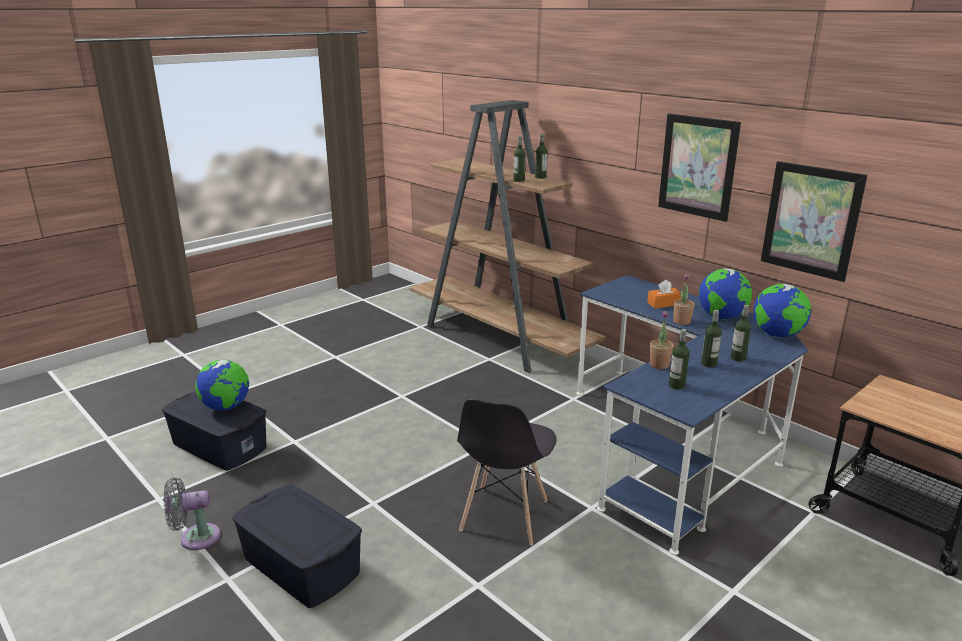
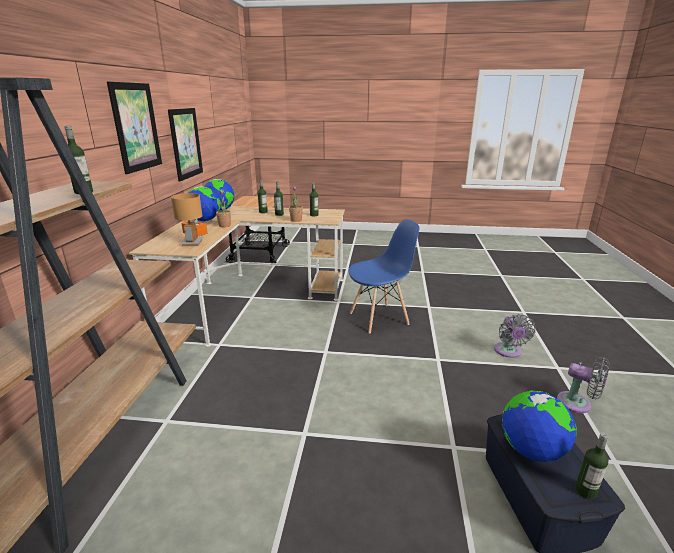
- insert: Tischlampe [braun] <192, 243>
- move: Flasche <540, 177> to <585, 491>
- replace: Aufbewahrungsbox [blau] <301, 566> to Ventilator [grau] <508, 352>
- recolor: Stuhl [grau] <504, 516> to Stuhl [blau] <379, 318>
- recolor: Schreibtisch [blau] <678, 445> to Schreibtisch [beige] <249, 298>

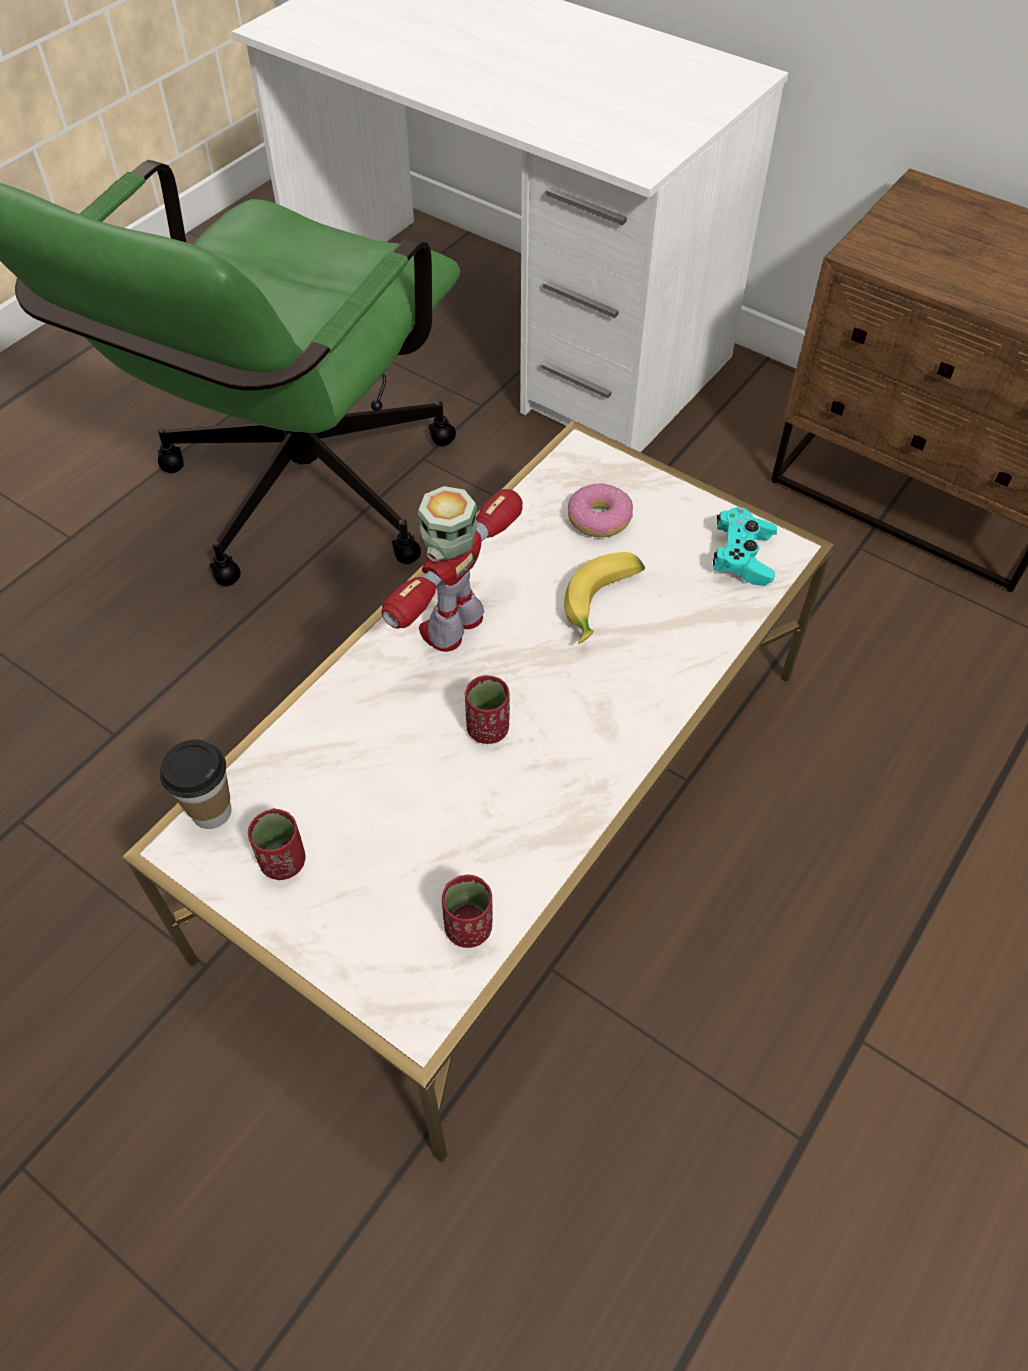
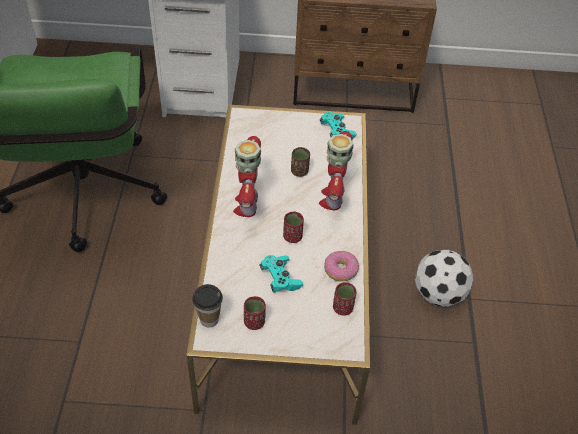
- insert: Gamepad [türkis] <280, 278>
- insert: Spielzeugroboter <333, 198>
- insert: Fußball <439, 294>
- move: Donut <599, 519> to <340, 270>
- replace: Banane <604, 605> to Tasse [braun] <299, 171>

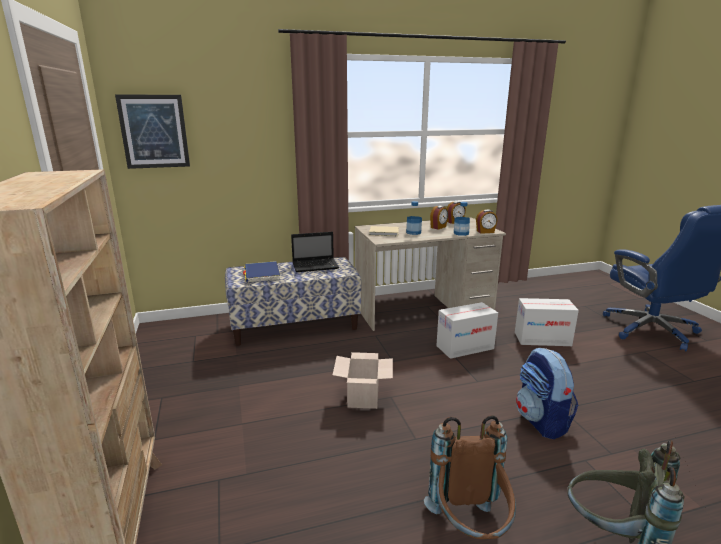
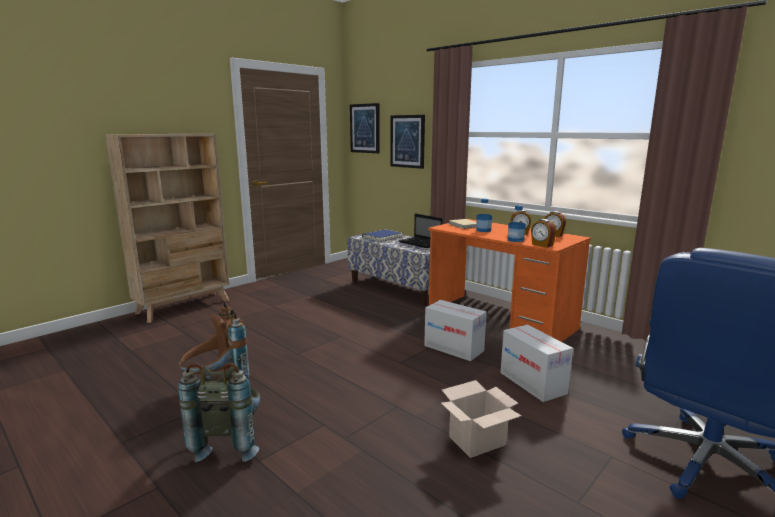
- delete: Rucksack <541, 421>
- insert: Bild <407, 141>
- move: Karton <364, 397> to <476, 441>
- recolor: Schreibtisch [beige] <423, 310> to Schreibtisch [orange] <500, 320>

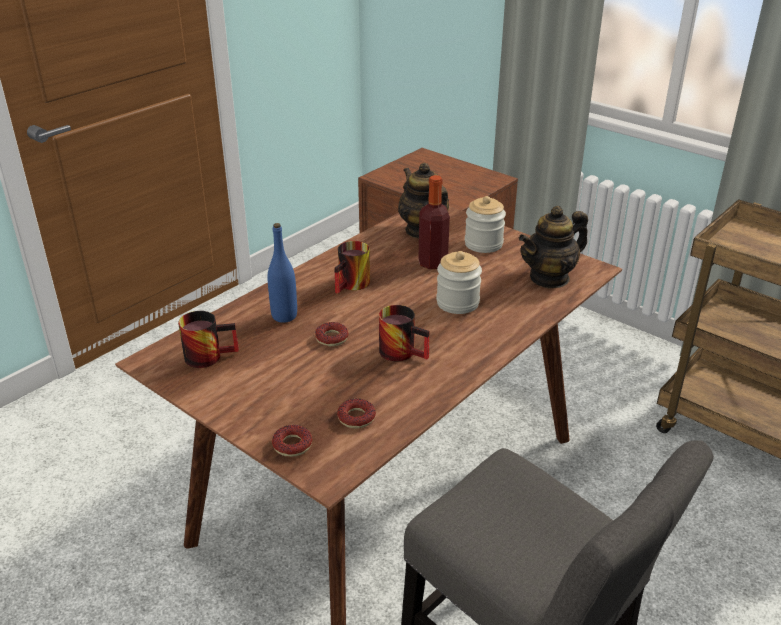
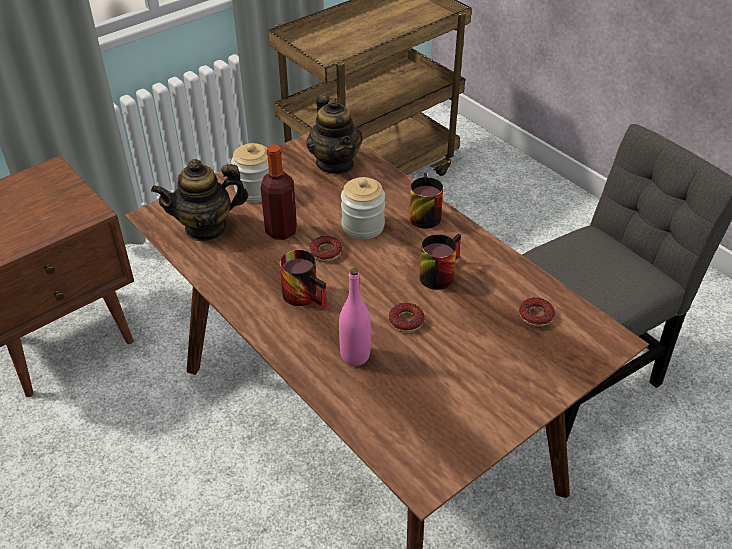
- move: Henkelbecher <209, 354> to <421, 214>
- move: Donut <292, 445> to <326, 252>
- recolor: Flasche [blau] <284, 316> to Flasche [rosa] <355, 356>

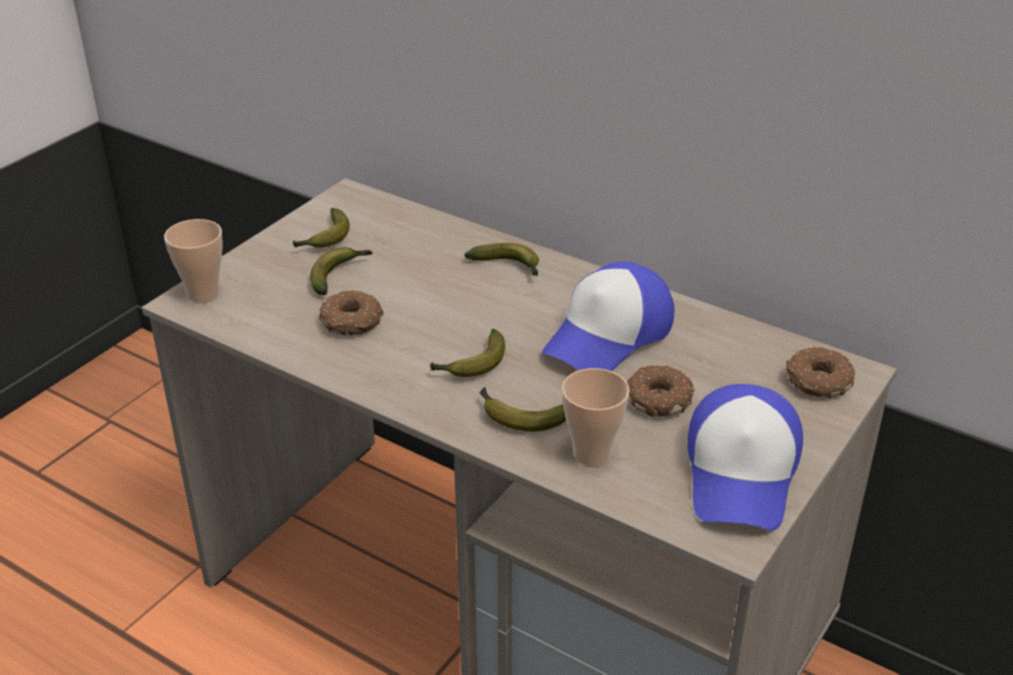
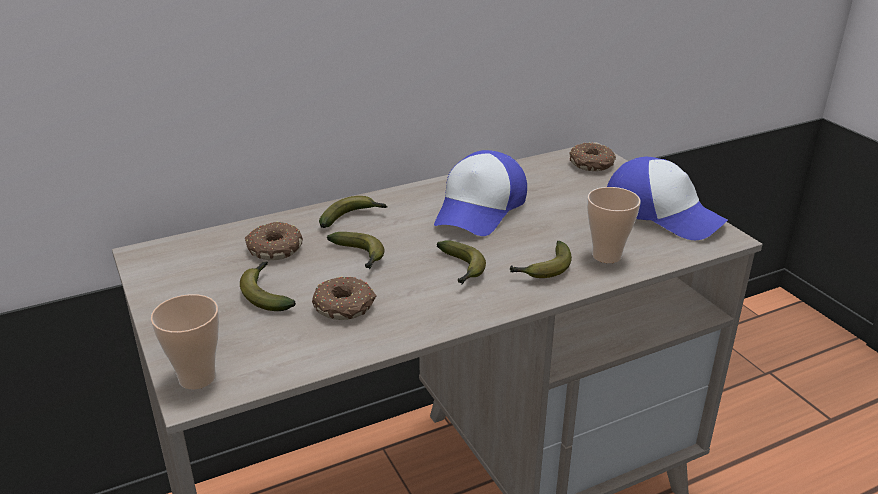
- move: Banane <324, 239> to <360, 257>
- move: Donut <658, 399> to <274, 249>
- rotate: Kappe <609, 336> = <480, 209> 45 degrees clockwise

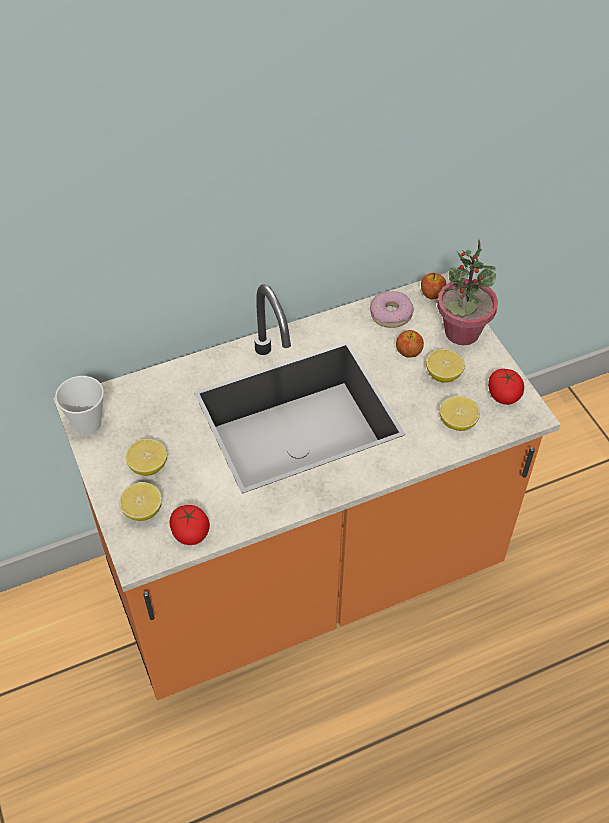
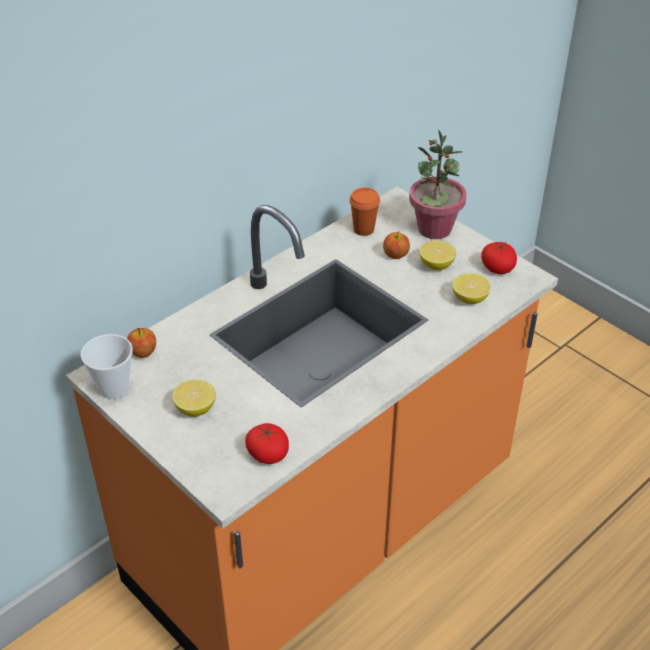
- delete: Zitrone <142, 510>
- move: Apfel <432, 294> to <143, 352>
- replace: Donut <391, 314> to Tasse [orange] <363, 229>

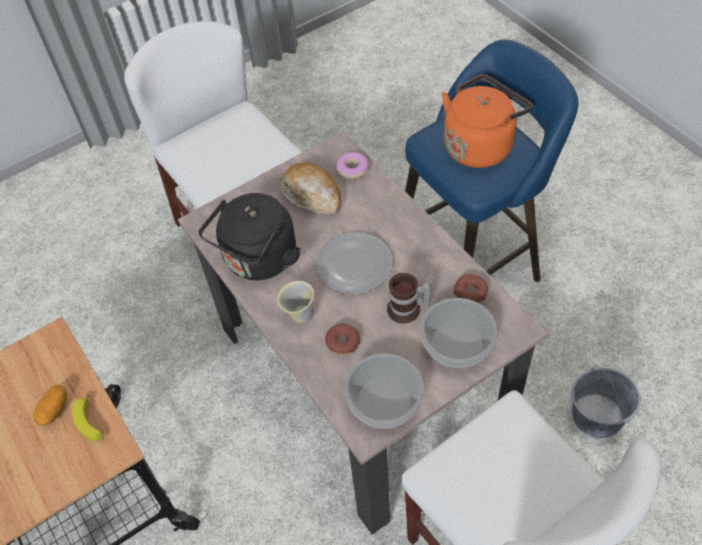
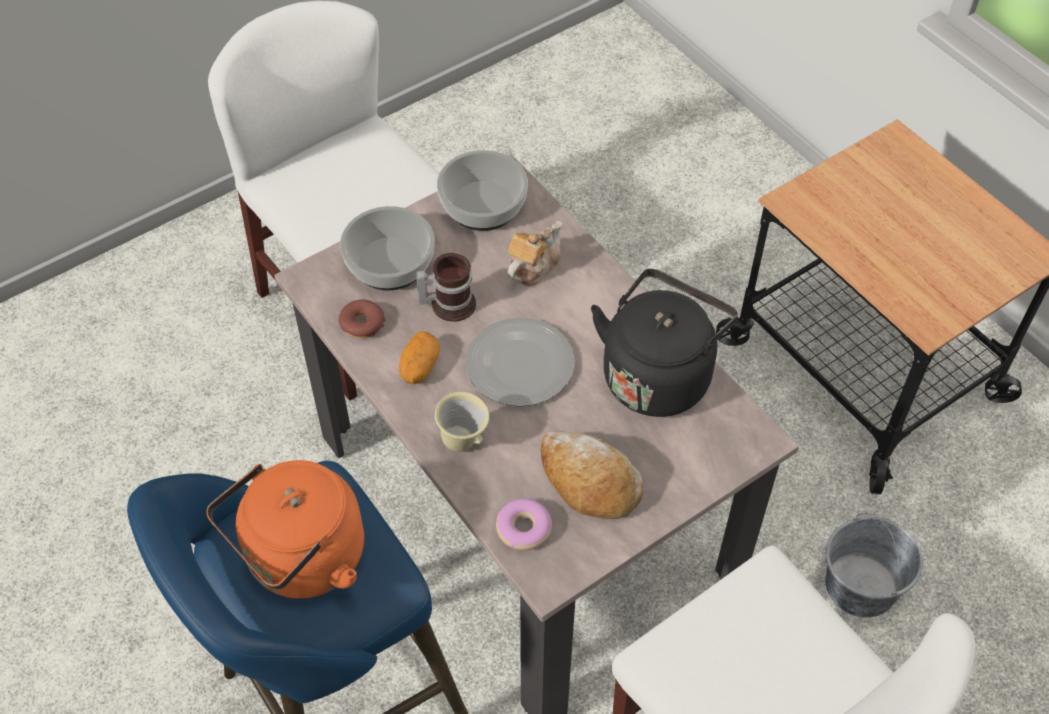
- delete: Banane <91, 423>
- move: Kartoffel <54, 410> to <419, 367>
- move: Henkelbecher [beige] <299, 316> to <463, 442>
- move: Eimer [grau] <597, 416> to <860, 585>
- replace: Donut <342, 342> to Teekanne <533, 266>

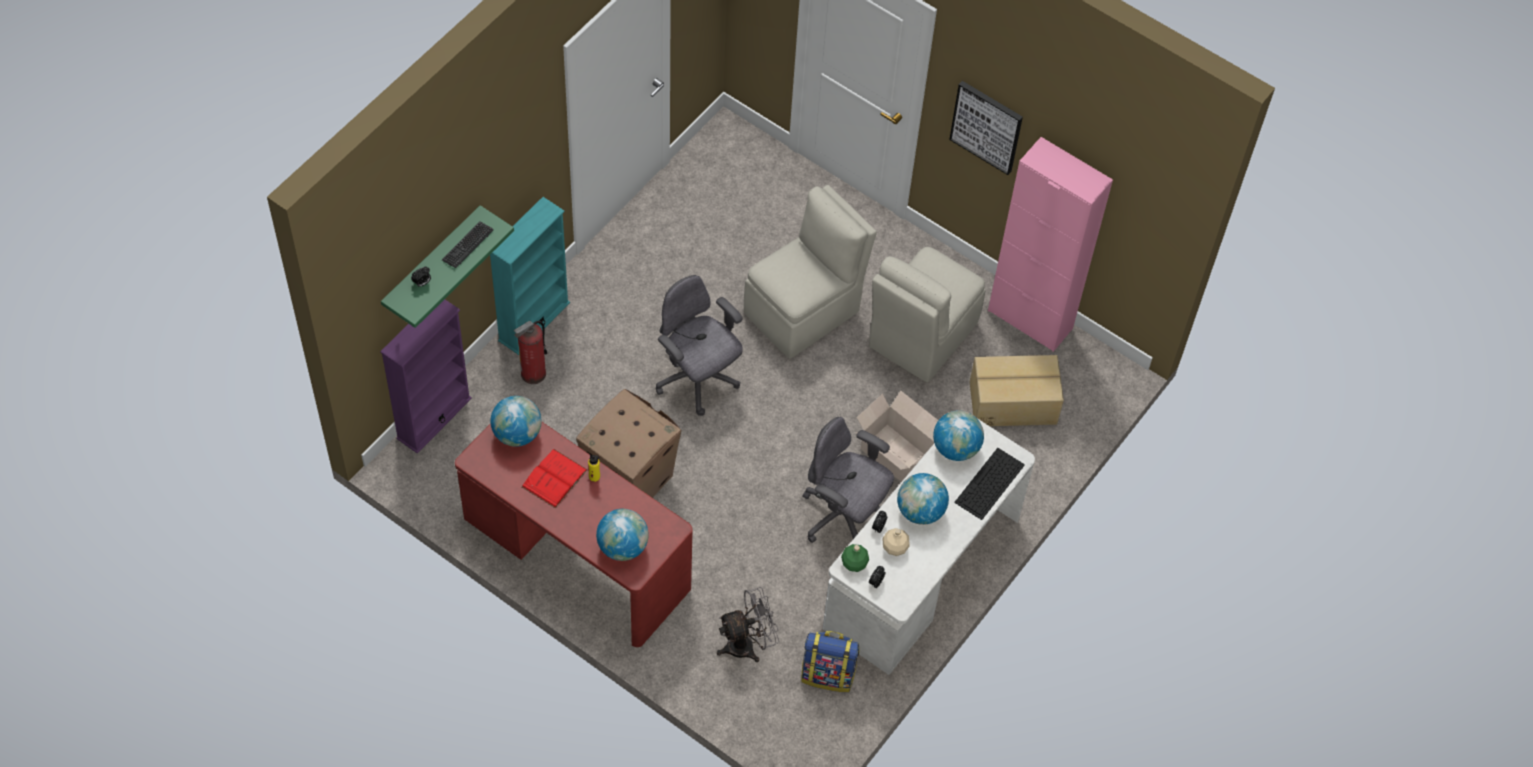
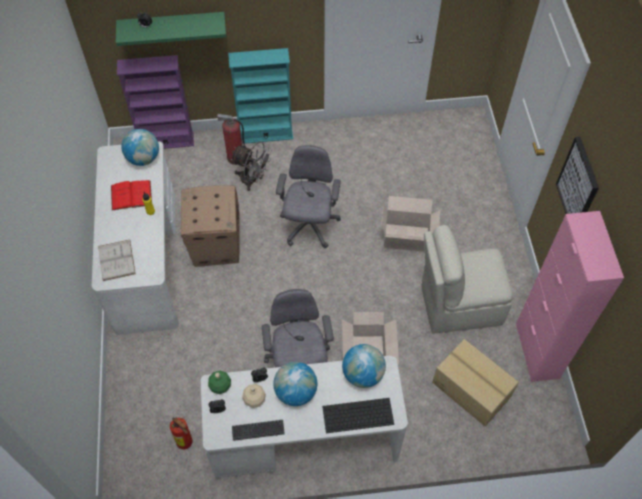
- move: Tastatur <467, 245> to <258, 430>
- move: Ventilator [grau] <747, 644> to <253, 180>
- replace: Globus <623, 546> to Buch [weiß] <116, 260>
- replace: Stuhl [beige] <804, 311> to Karton <407, 238>
- replace: Rucksack <828, 674> to Feuerlöscher <186, 444>
- recolor: Schreibtisch [rot] <576, 555> to Schreibtisch [weiß] <145, 260>

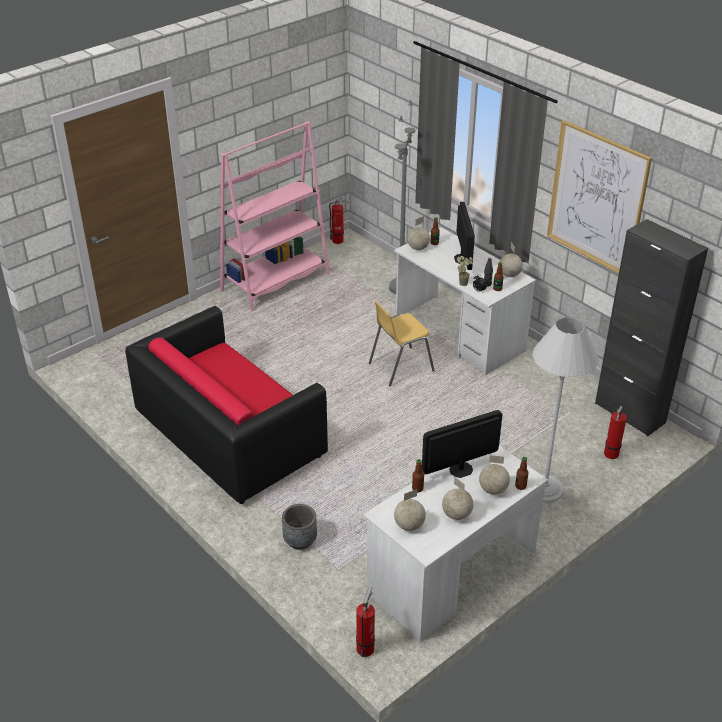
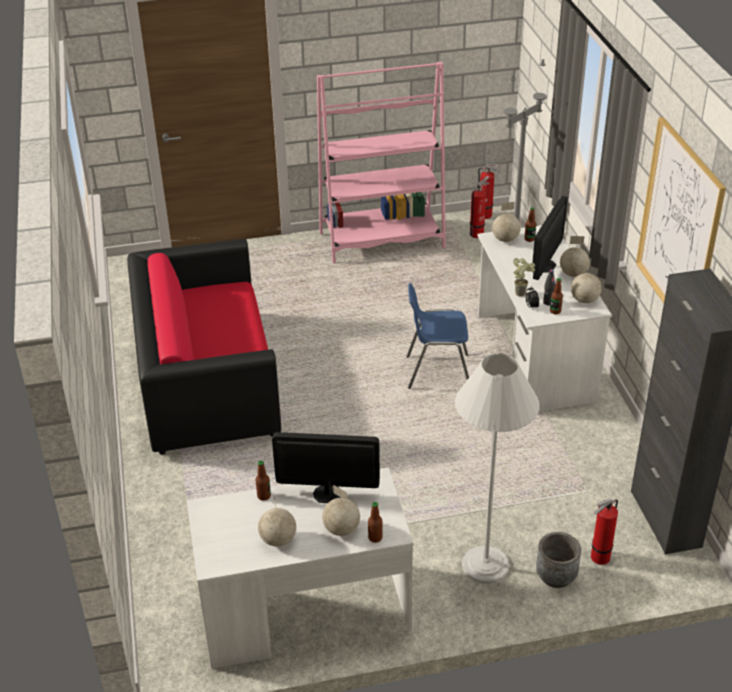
- move: Pflanzkübel [grau] <300, 540> to <556, 576>
- move: Feuerlöscher <366, 647> to <478, 233>
- move: Globus <409, 525> to <573, 274>
- recolor: Stuhl [gelb] <400, 367> to Stuhl [blau] <437, 372>

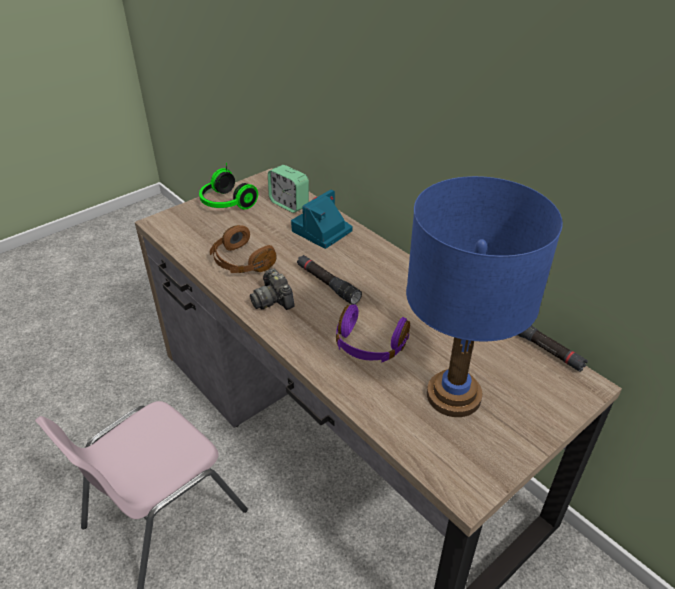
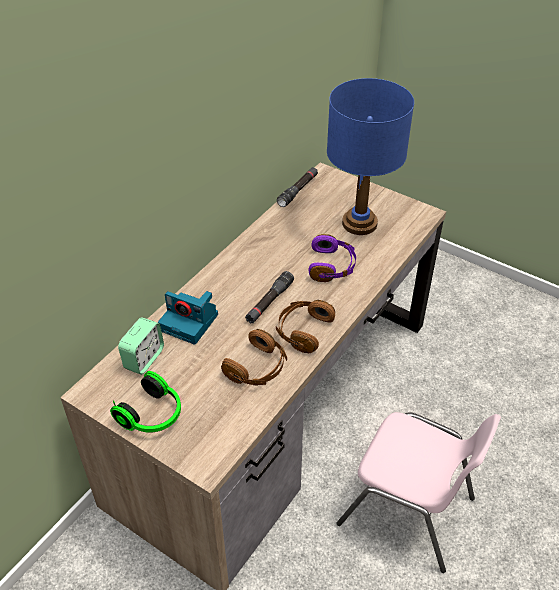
- replace: Kamera <273, 300> to Kopfhörer [braun] <303, 331>

